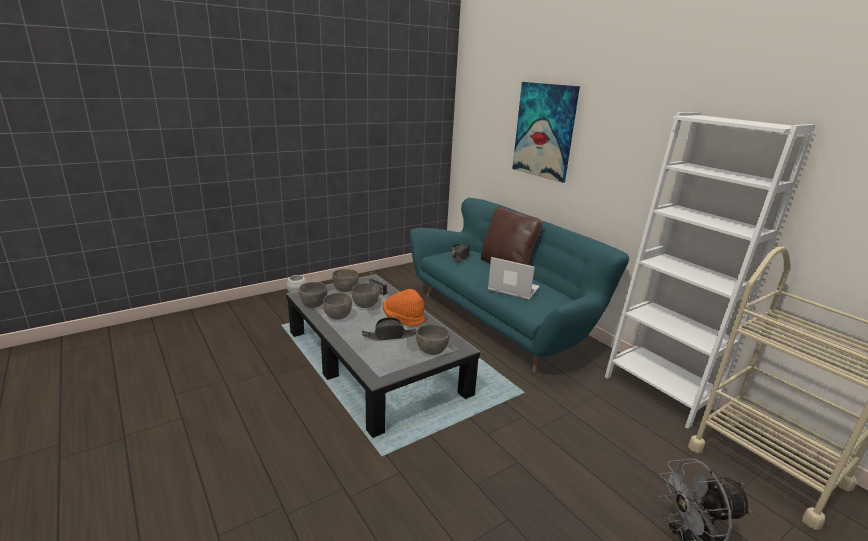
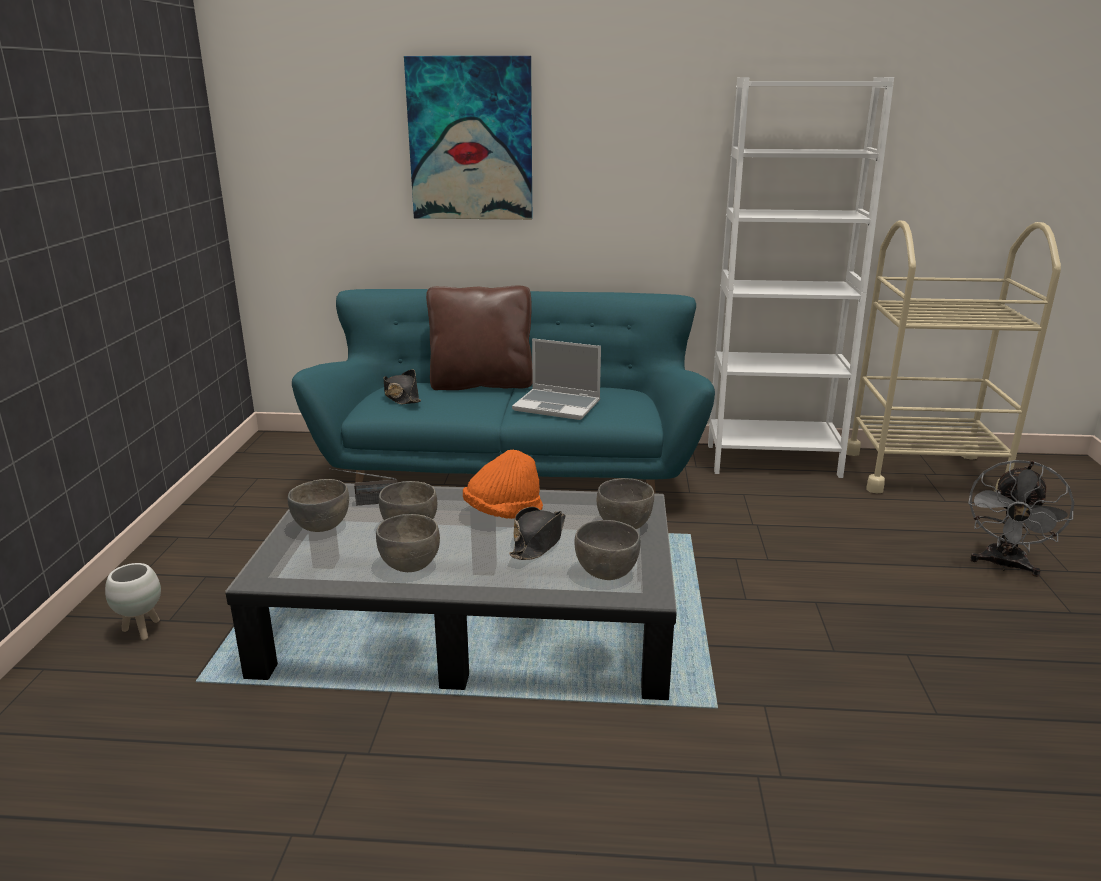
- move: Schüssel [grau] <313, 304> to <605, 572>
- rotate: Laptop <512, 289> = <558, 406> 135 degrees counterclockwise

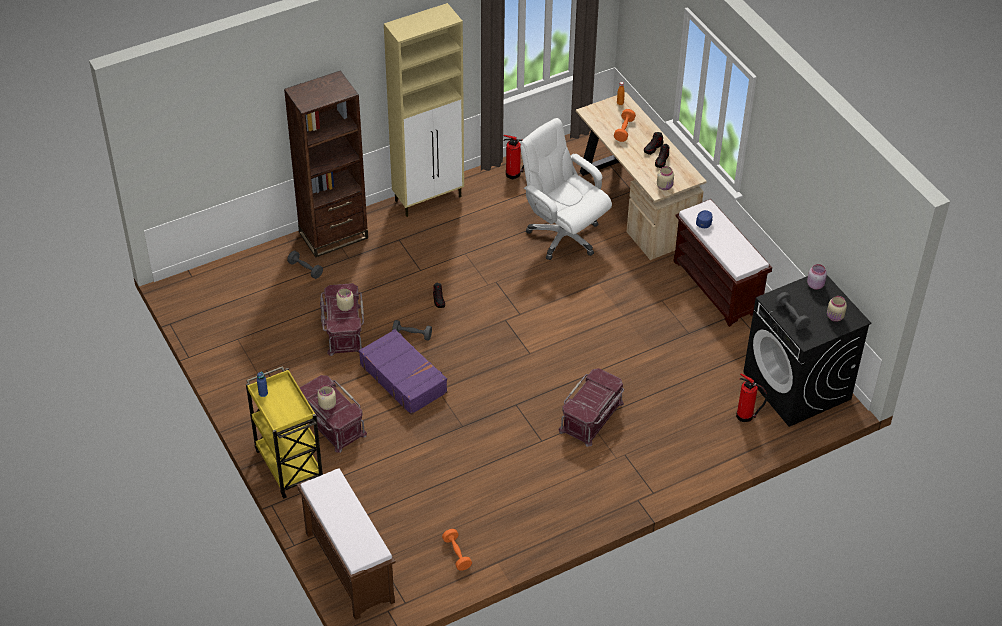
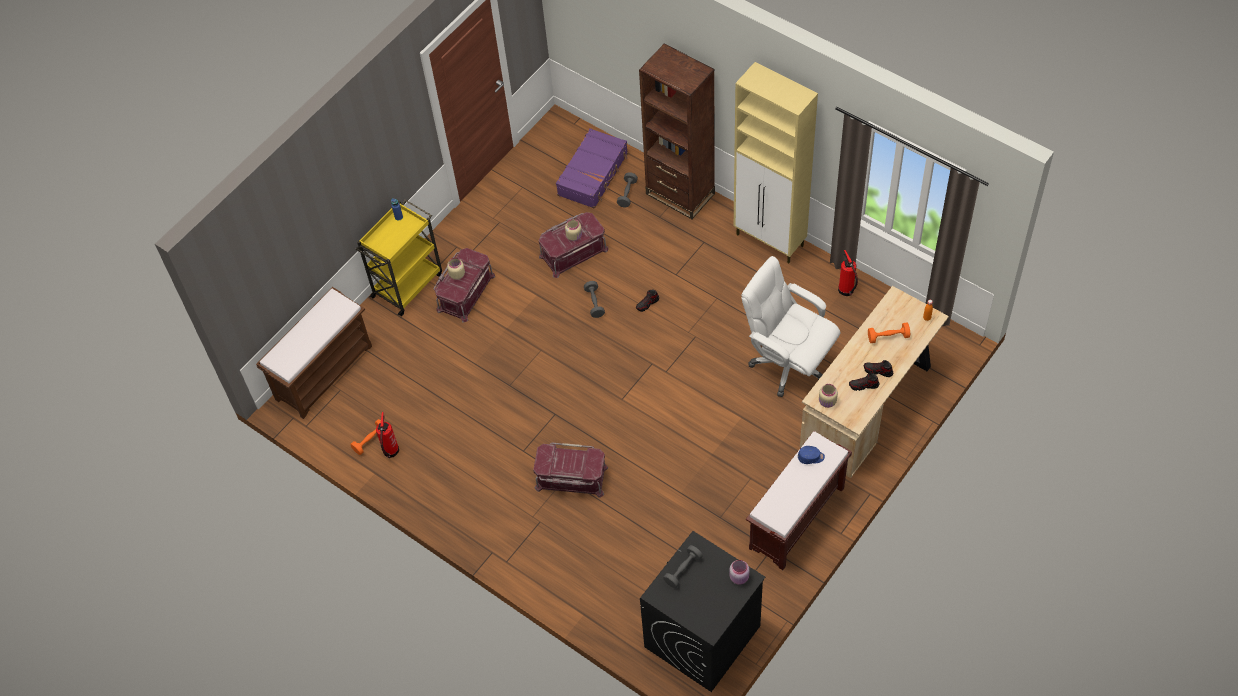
- delete: Vorratsglas [beige] <835, 317>
- move: Koffer [lila] <403, 378> to <593, 174>
- move: Feuerlöscher <746, 417> to <390, 452>
- rotate: Bürostuhl [weiß] <563, 235> = <788, 363> 75 degrees counterclockwise

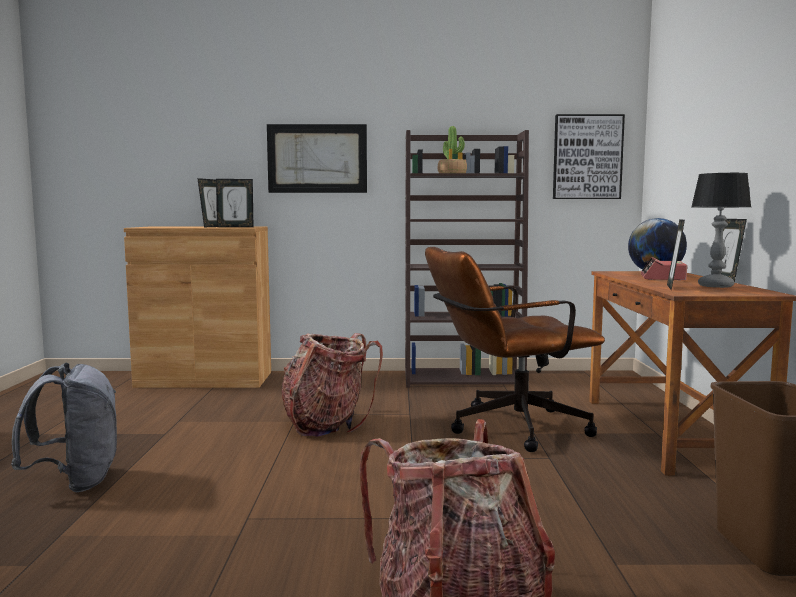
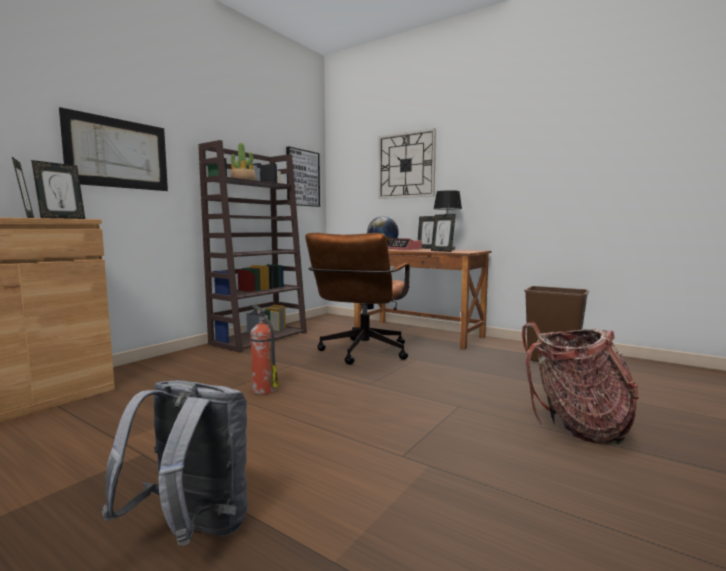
- insert: Wanduhr <406, 165>
- replace: Rucksack <326, 425> to Feuerlöscher <263, 389>

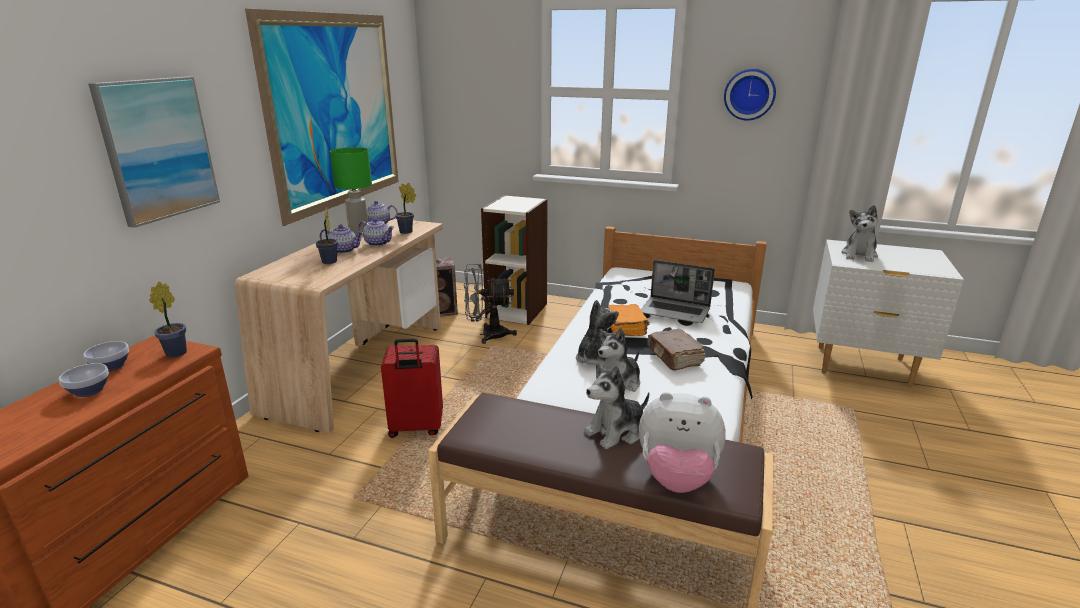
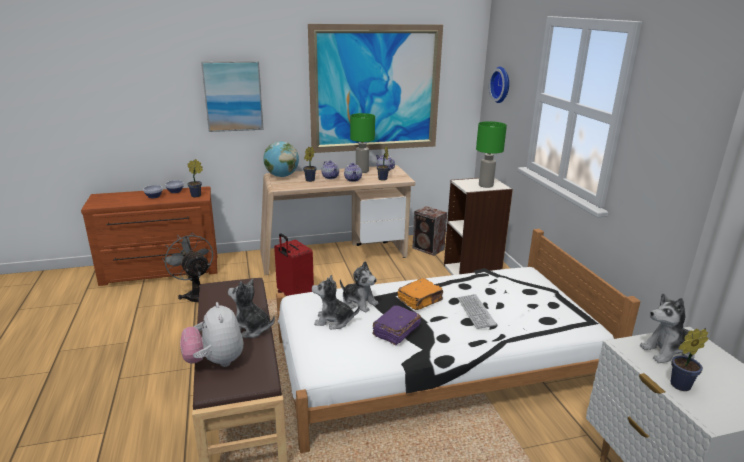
- insert: Globus <281, 176>
- insert: Tischlampe [grün] <485, 185>
- insert: Topfpflanze <678, 385>
- move: Ventilator [grau] <487, 335> to <195, 295>
- move: Wanduhr <749, 94> to <502, 84>
- replace: Laptop <676, 311> to Tastatur <476, 312>
- recolor: Buch [braun] <675, 358> to Buch [lila] <395, 332>
- rotate: Plüschtier <595, 359> = <359, 303> 45 degrees clockwise

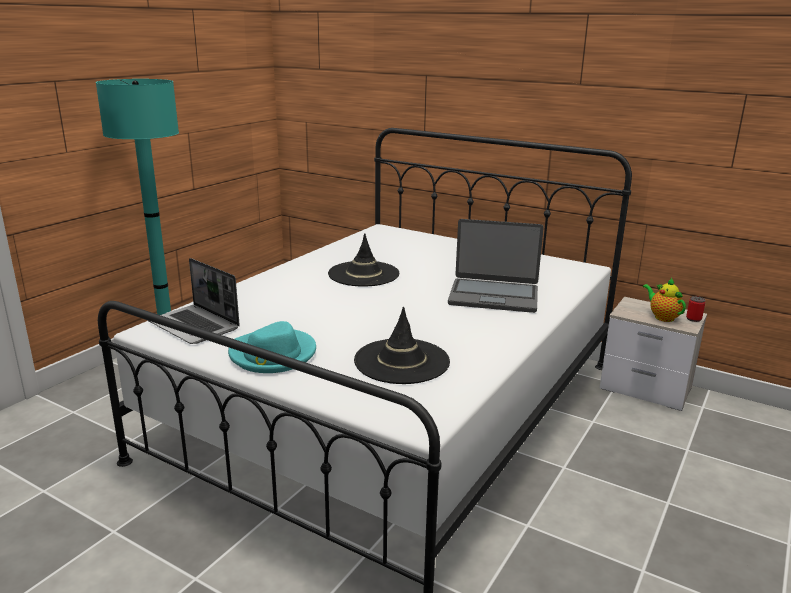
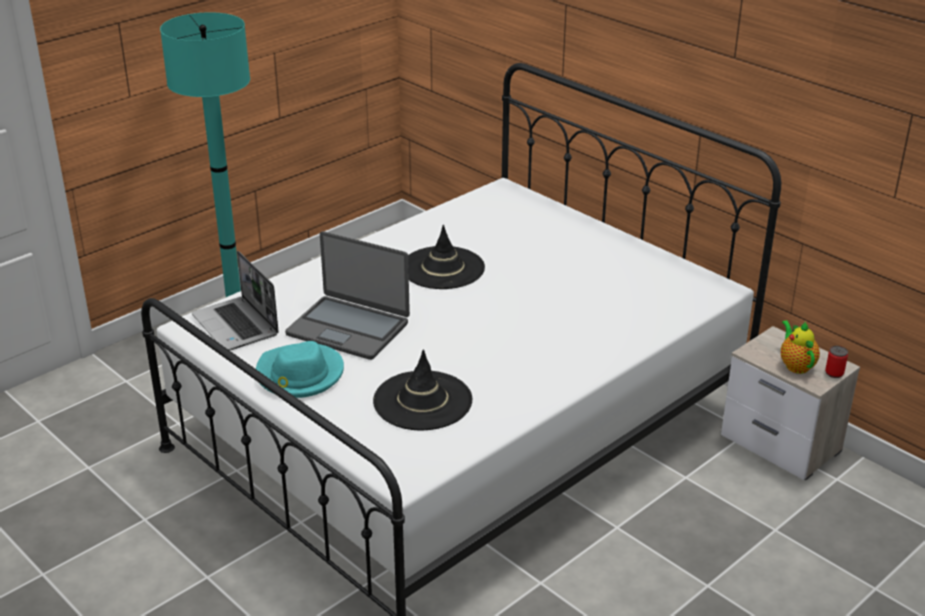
- move: Laptop <493, 296> to <348, 328>

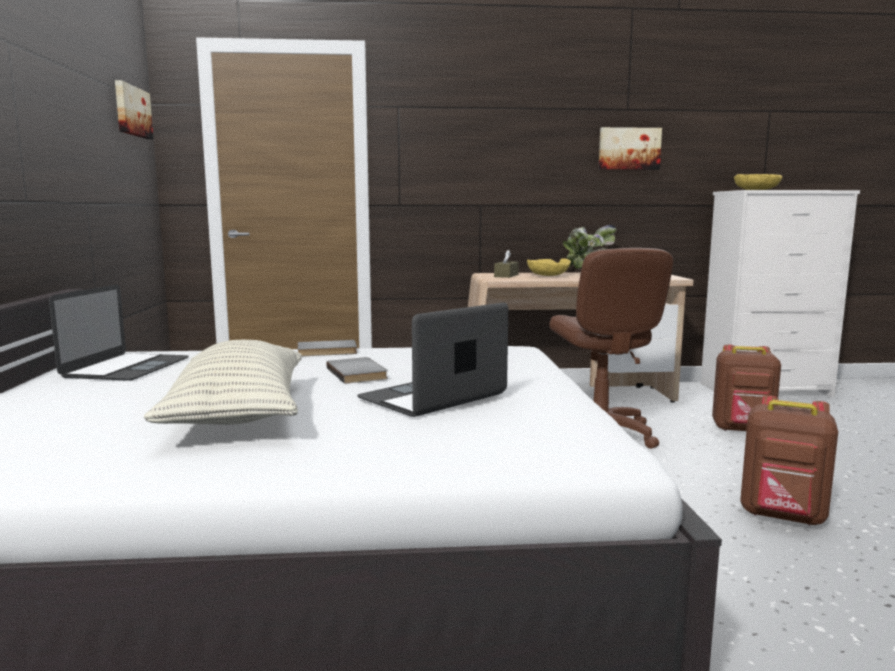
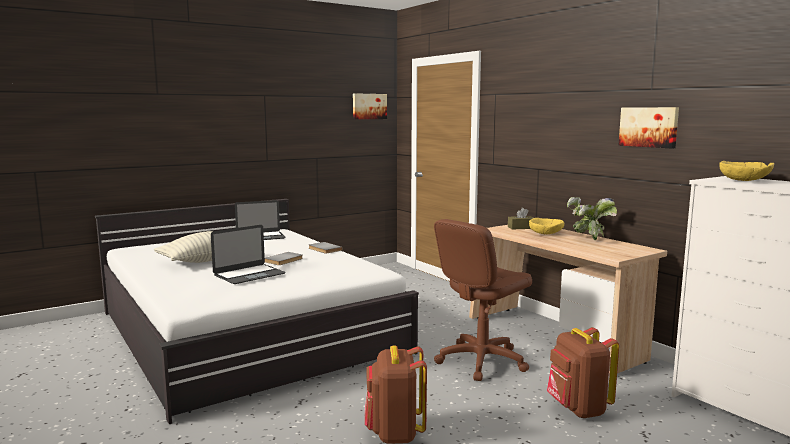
- rotate: Laptop <433, 396> = <249, 274> 120 degrees clockwise

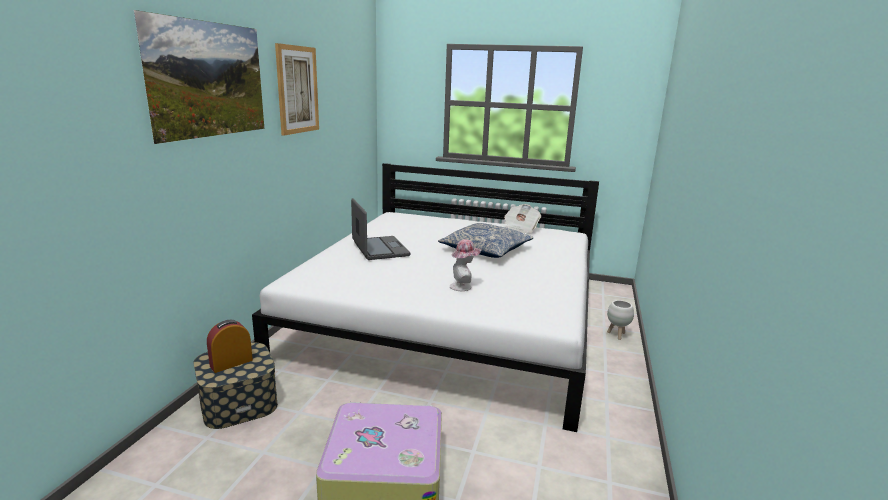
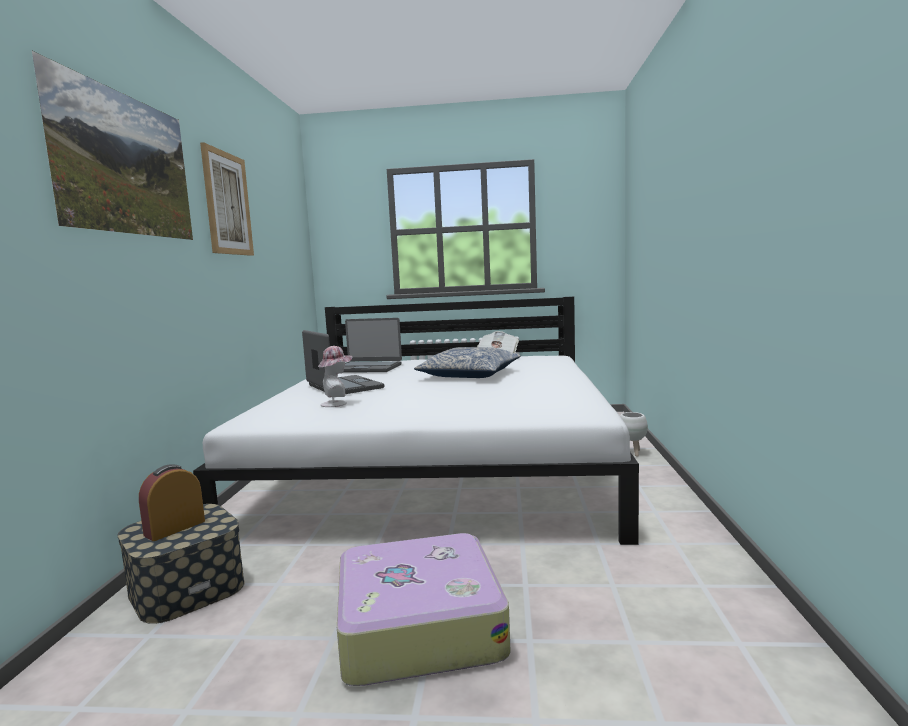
- insert: Laptop <367, 368>
- move: Hut <463, 286> to <337, 403>

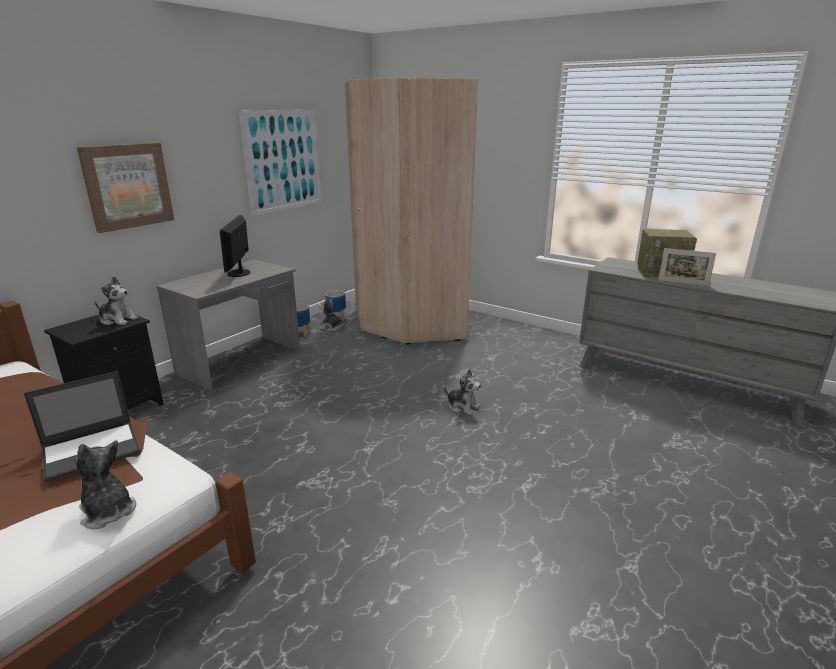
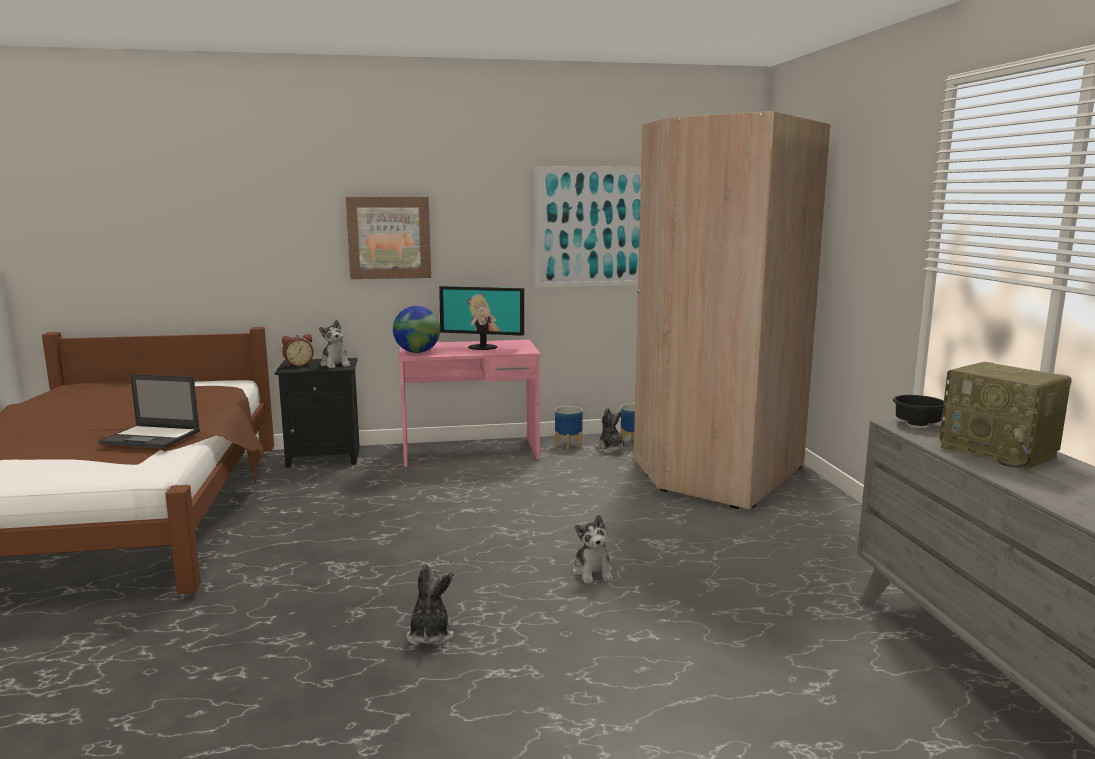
- delete: Bilderrahmen <683, 283>
- insert: Wecker <298, 365>
- insert: Globus <417, 352>
- insert: Schüssel [schwarz] <915, 424>
- move: Plüschtier <108, 512> to <430, 635>
- recolor: Schreibtisch [grau] <241, 361> to Schreibtisch [rosa] <471, 452>
- rotate: Monitor <239, 273> = <483, 347> 120 degrees counterclockwise

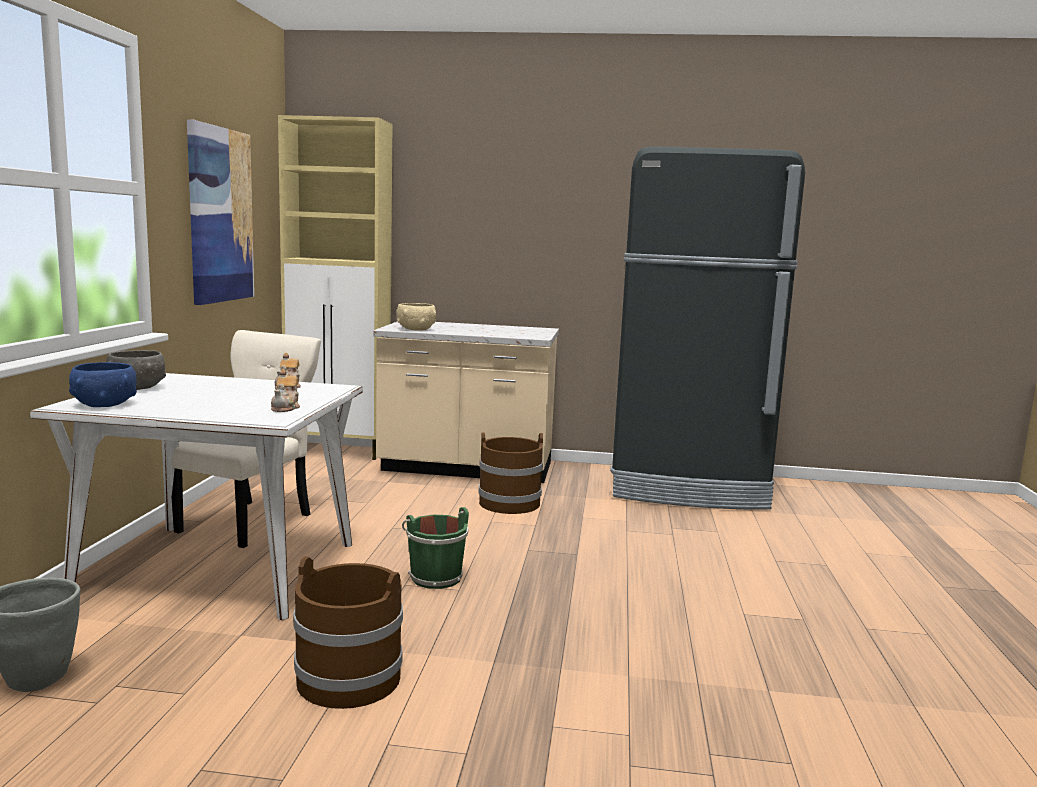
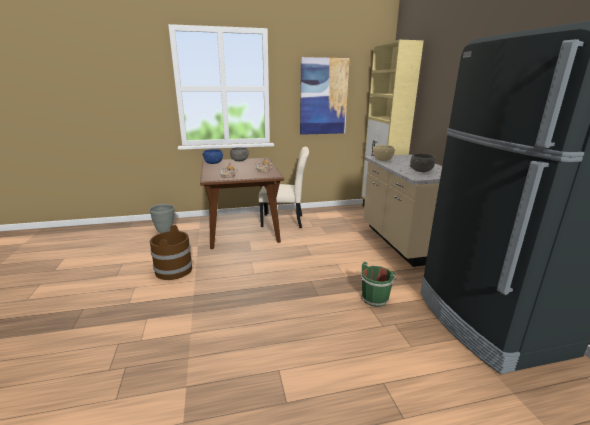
- delete: Eimer [braun] <510, 503>
- insert: Schüssel [grau] <421, 171>
- move: Eimer [grün] <434, 577> to <375, 298>
- recolor: Esstisch [weiß] <221, 568> to Esstisch [braun] <242, 229>

